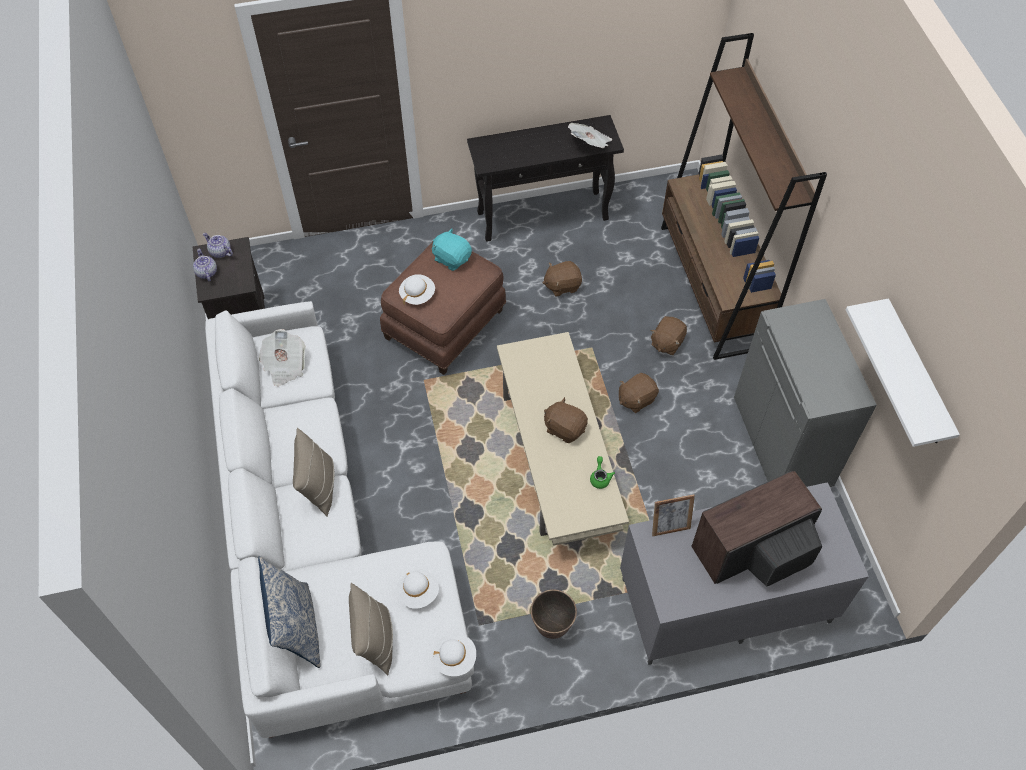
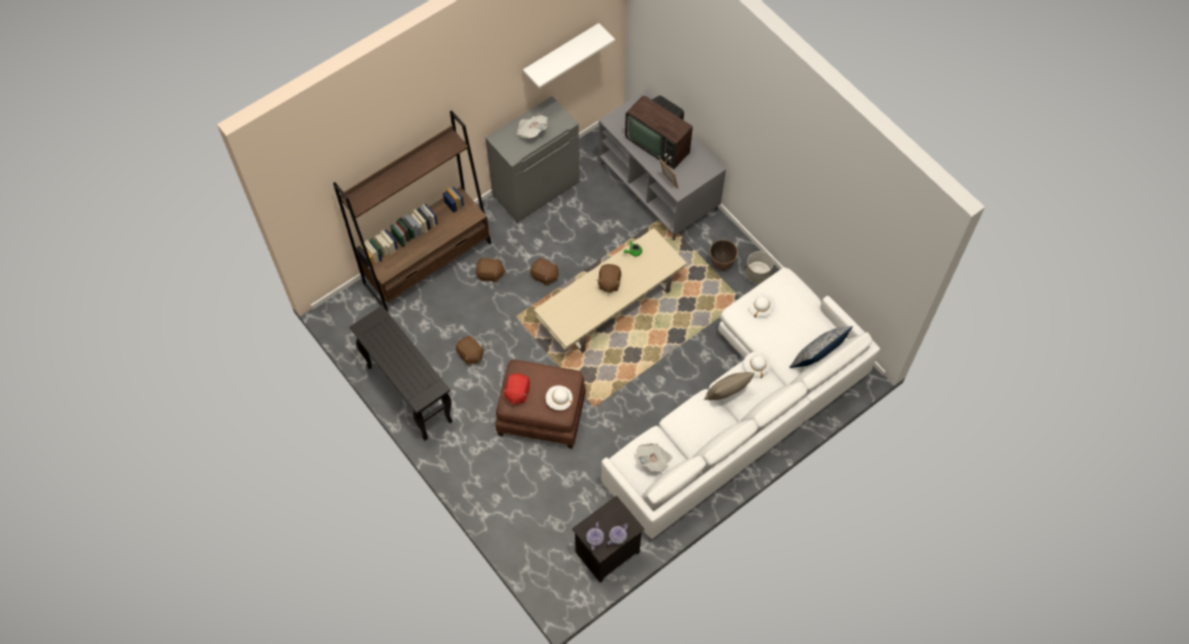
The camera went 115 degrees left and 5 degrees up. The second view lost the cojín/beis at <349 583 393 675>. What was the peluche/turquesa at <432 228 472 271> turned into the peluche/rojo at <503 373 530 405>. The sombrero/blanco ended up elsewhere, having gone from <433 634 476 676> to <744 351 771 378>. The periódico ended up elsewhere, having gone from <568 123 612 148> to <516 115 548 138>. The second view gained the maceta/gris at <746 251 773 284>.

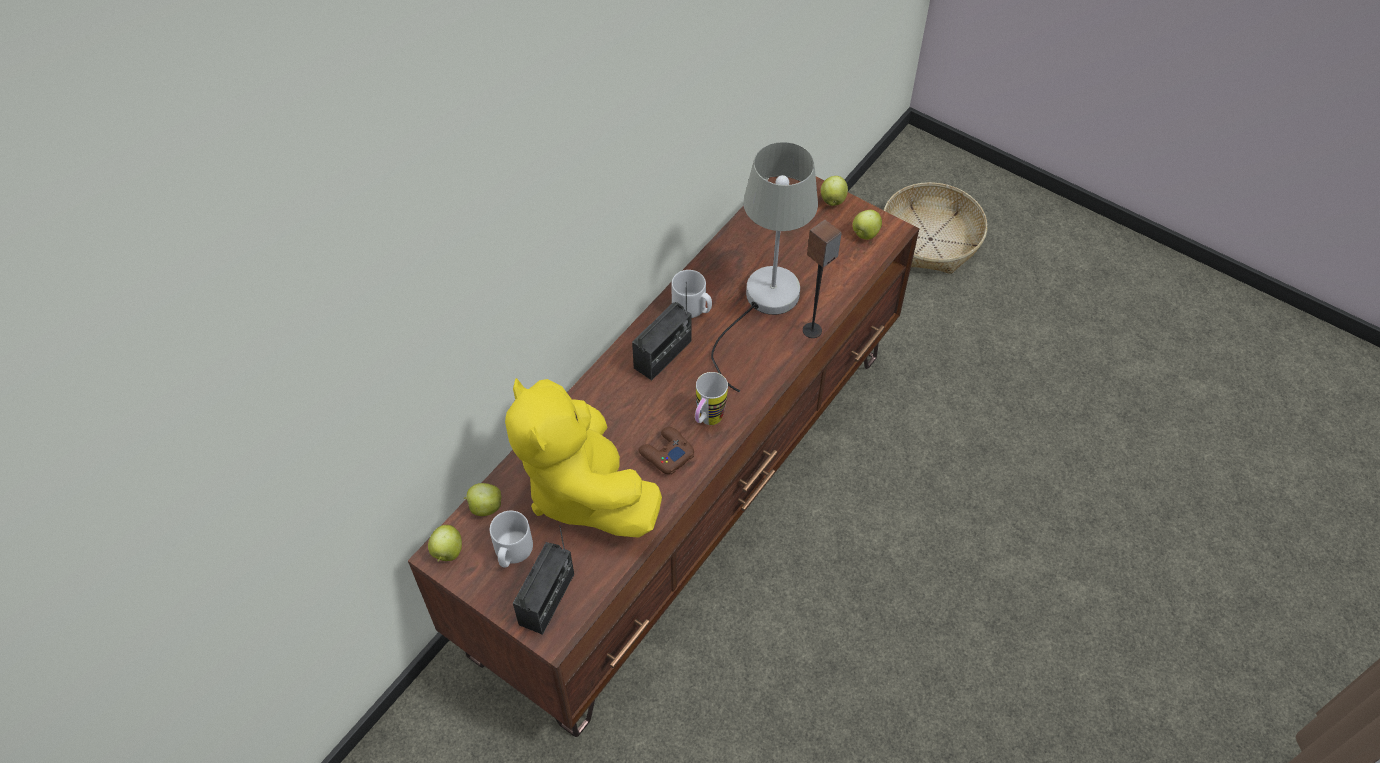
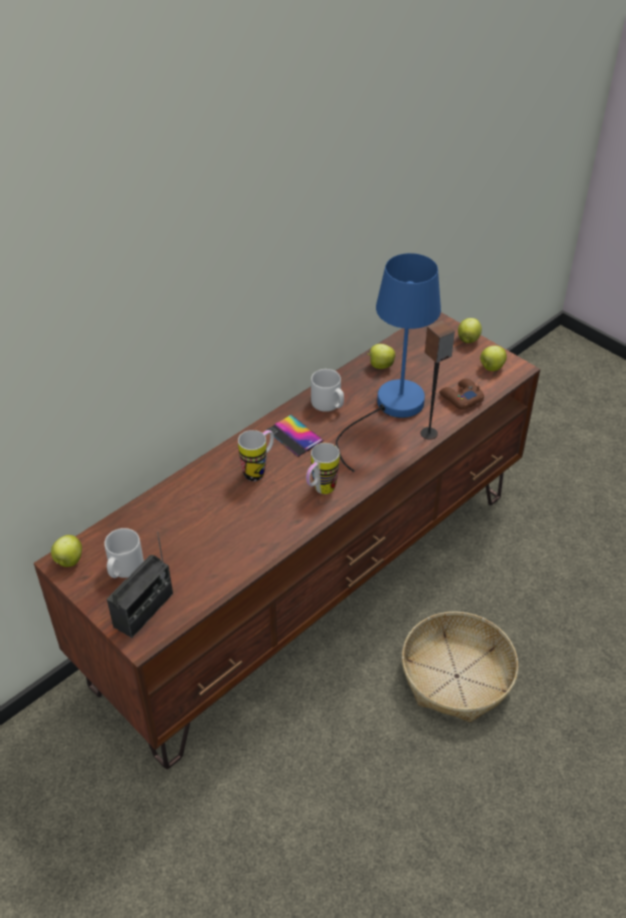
The camera went 10 degrees right and 10 degrees down. The manzana ended up elsewhere, having gone from <464 483 501 516> to <367 344 395 369>. The second view lost the peluche/amarillo at <505 378 662 538>. Where the radio stood at <632 281 692 380>, the móvil came to stand at <267 415 324 457>. The mando de consola/marrón ended up elsewhere, having gone from <639 427 694 474> to <439 379 484 410>. What was the lámpara de mesa/gris at <711 142 818 392> turned into the lámpara de mesa/azul at <336 253 441 472>. The cesta ended up elsewhere, having gone from <884 182 987 274> to <402 611 519 722>. The second view gained the taza grande at <238 430 274 481>.

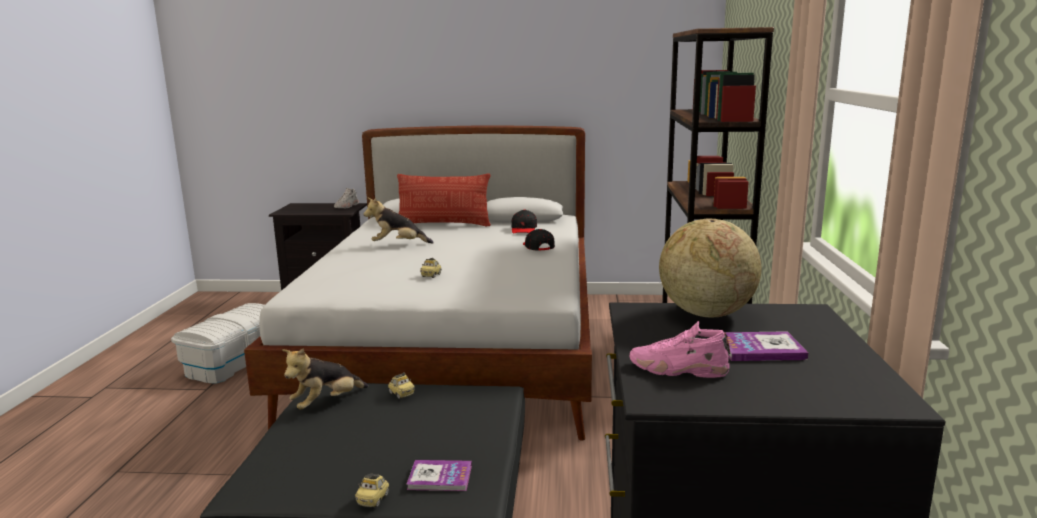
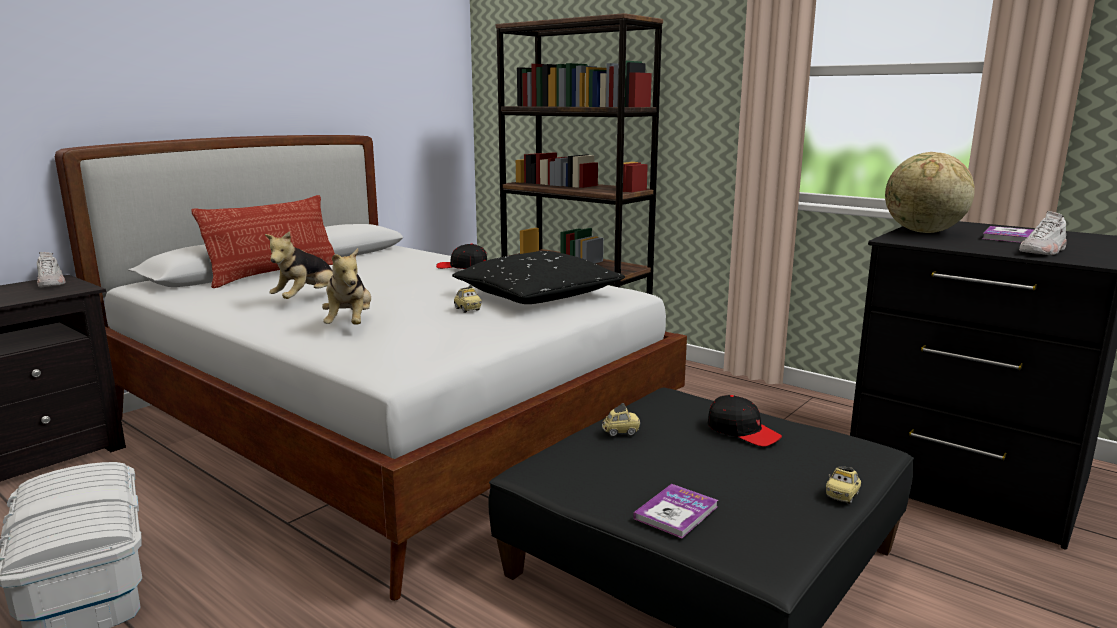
The camera went 55 degrees left and 0 degrees up. The peluche ended up elsewhere, having gone from <282 348 368 410> to <322 248 371 325>. The coche de juguete at <355 474 389 507> ended up facing another way, 75 degrees clockwise from before. The libro ended up elsewhere, having gone from <406 460 472 491> to <633 484 718 538>. The gorra/negro ended up elsewhere, having gone from <511 209 537 233> to <708 395 782 447>. What was the zapato/rosa at <630 321 730 378> turned into the zapato/blanco at <1019 211 1067 255>. The second view gained the cojín/negro at <452 251 625 304>.

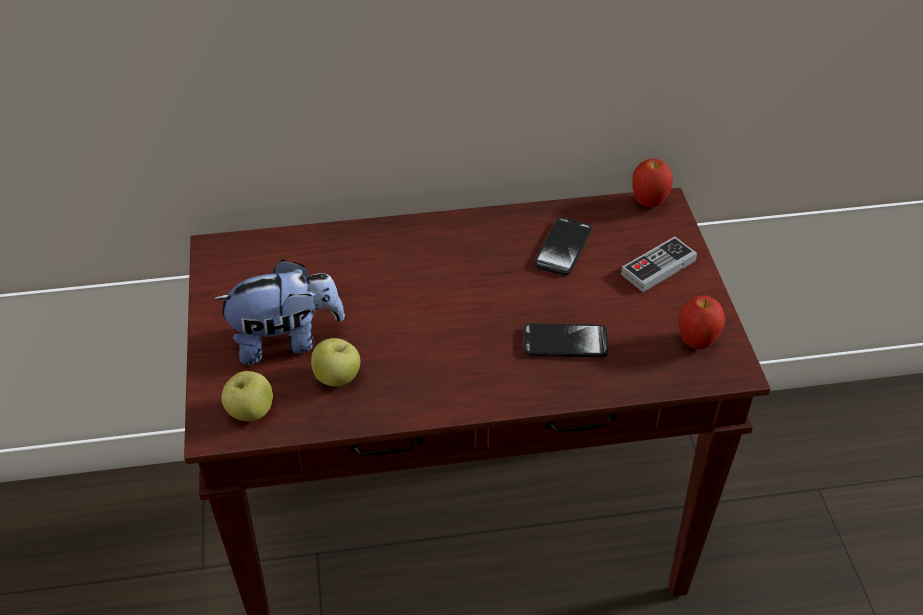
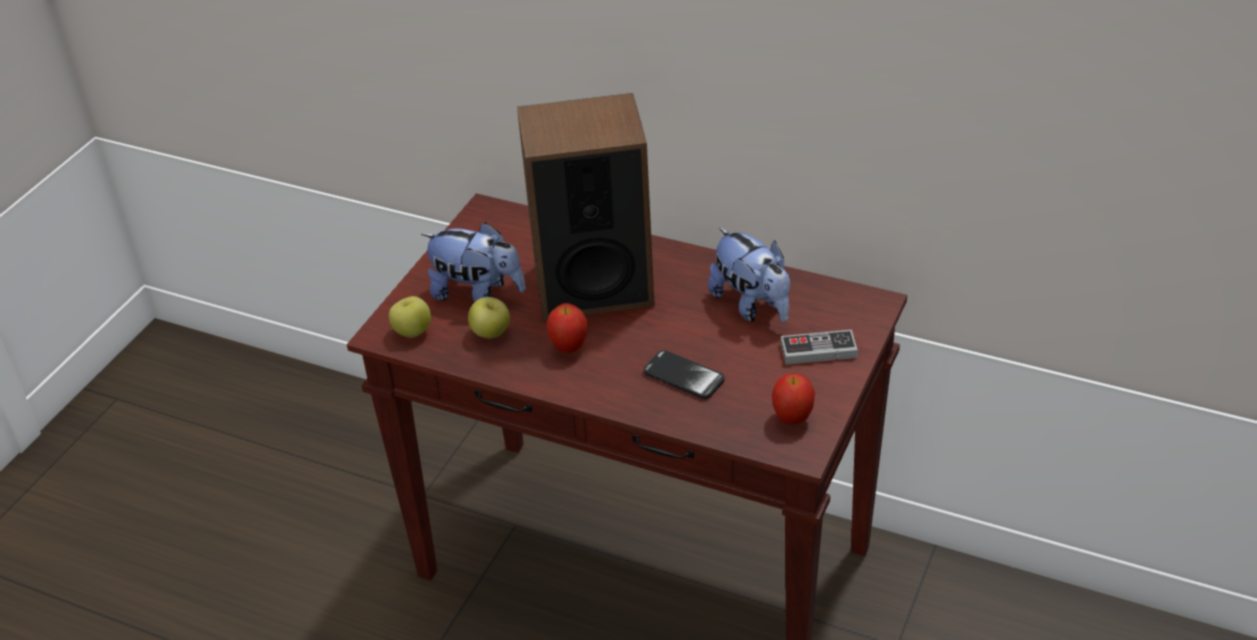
The camera went 35 degrees right and 5 degrees down. Where the móvil stood at <534 217 592 276>, the peluche came to stand at <708 228 790 322>. The manzana ended up elsewhere, having gone from <632 159 673 207> to <547 303 587 353>. The second view gained the altavoz at <517 93 655 320>.

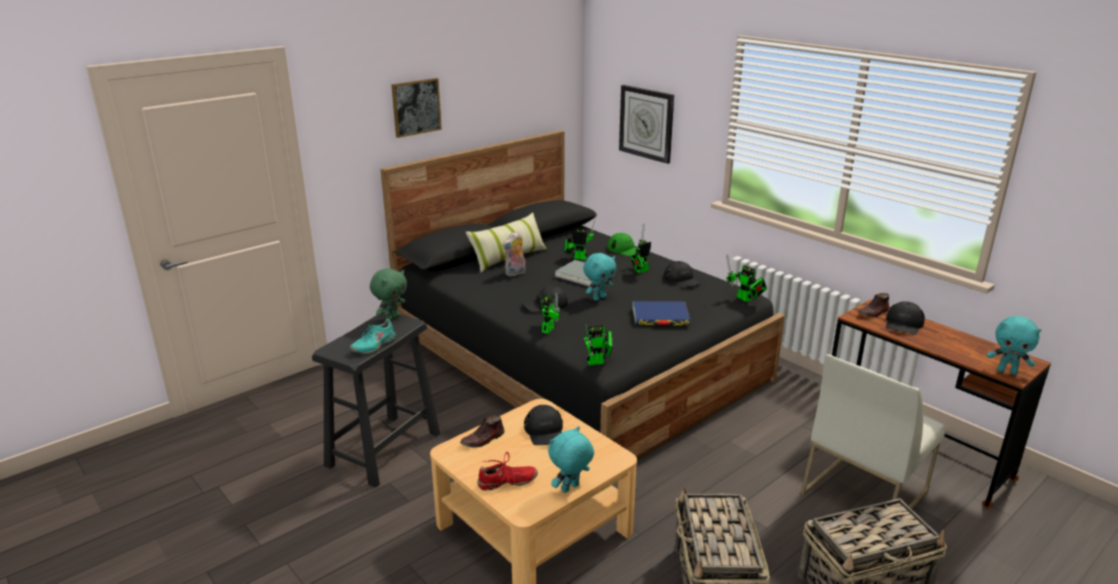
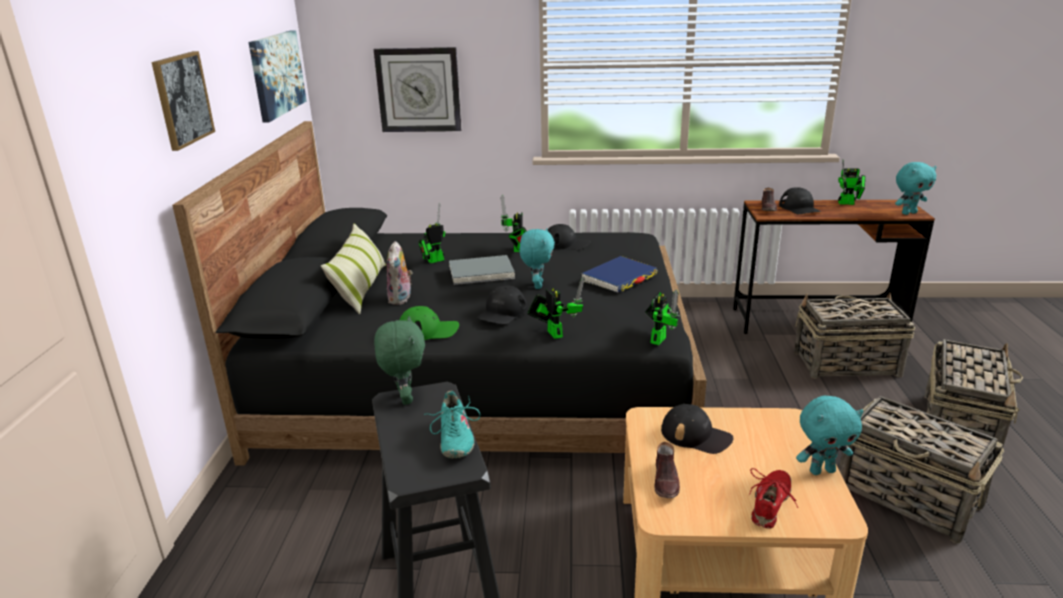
The camera went 45 degrees left and 0 degrees up. The peluche/turquesa at <548 426 594 493> ended up facing another way, 105 degrees counterclockwise from before. The gorra/verde ended up elsewhere, having gone from <608 233 637 256> to <400 306 459 340>. The robot de juguete ended up elsewhere, having gone from <726 255 767 302> to <838 160 866 205>. Where the silla/blanco stood at <801 354 945 509>, the cesta came to stand at <794 292 916 379>. The second view gained the cuadro at <248 30 307 123>.

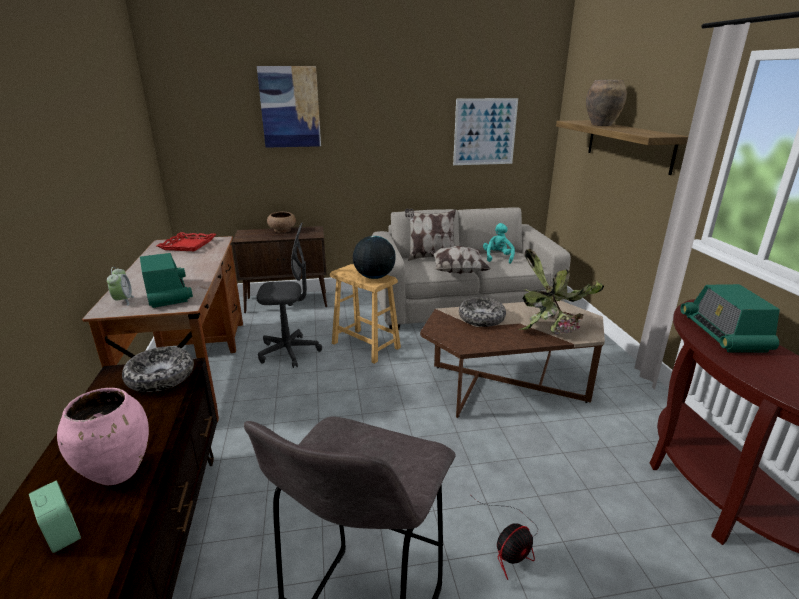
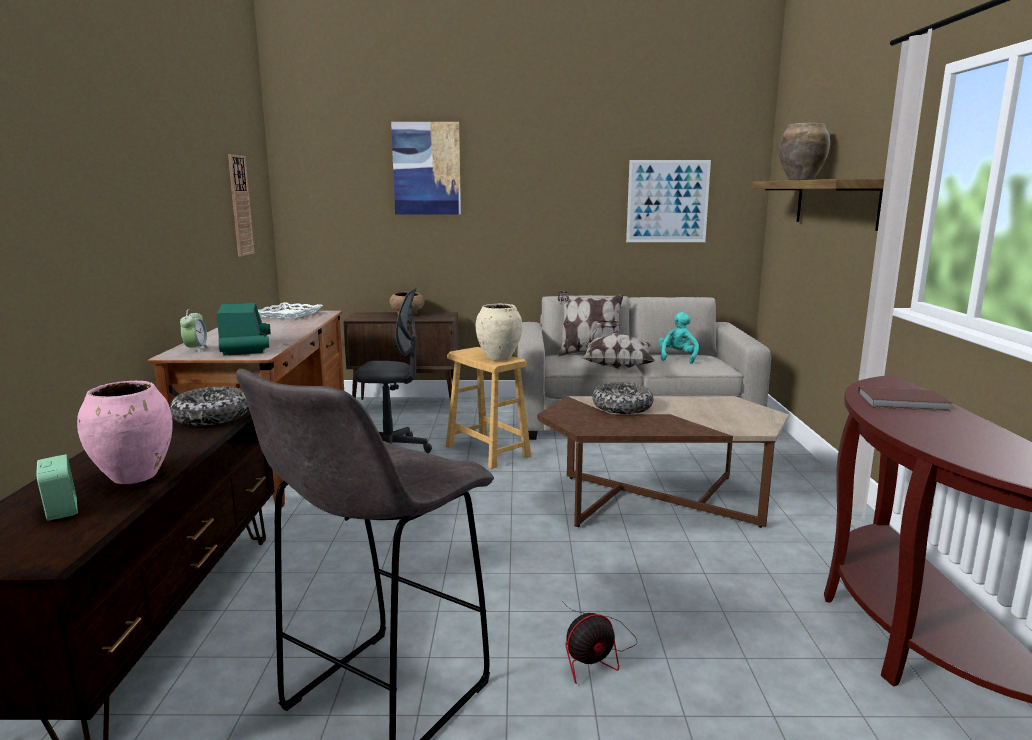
The camera went 10 degrees right and 10 degrees down. What was the bandeja/rojo at <156 232 216 251> turned into the bandeja/blanco at <258 303 323 320>. Where the globo terráqueo stood at <353 236 396 279>, the florero/beis came to stand at <476 304 522 361>. The second view lost the planta en maceta at <518 249 604 335>. Where the radio stood at <681 284 780 353>, the libro/marrón came to stand at <858 387 952 411>. The second view gained the reloj de pared at <228 154 255 257>.

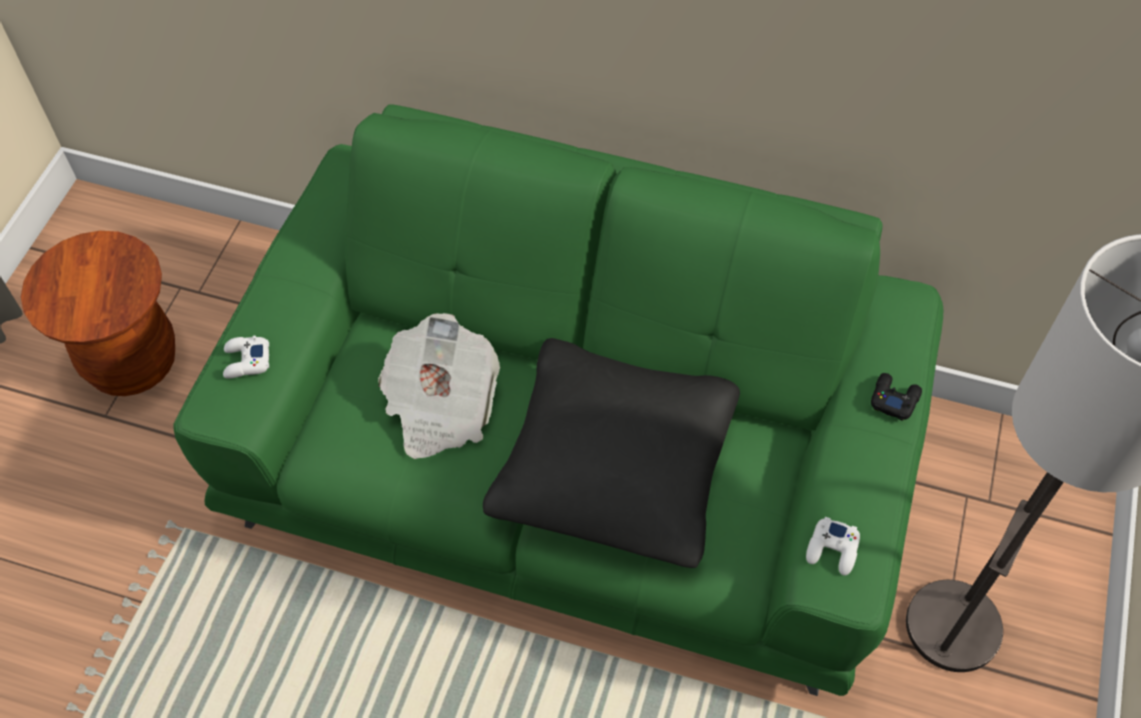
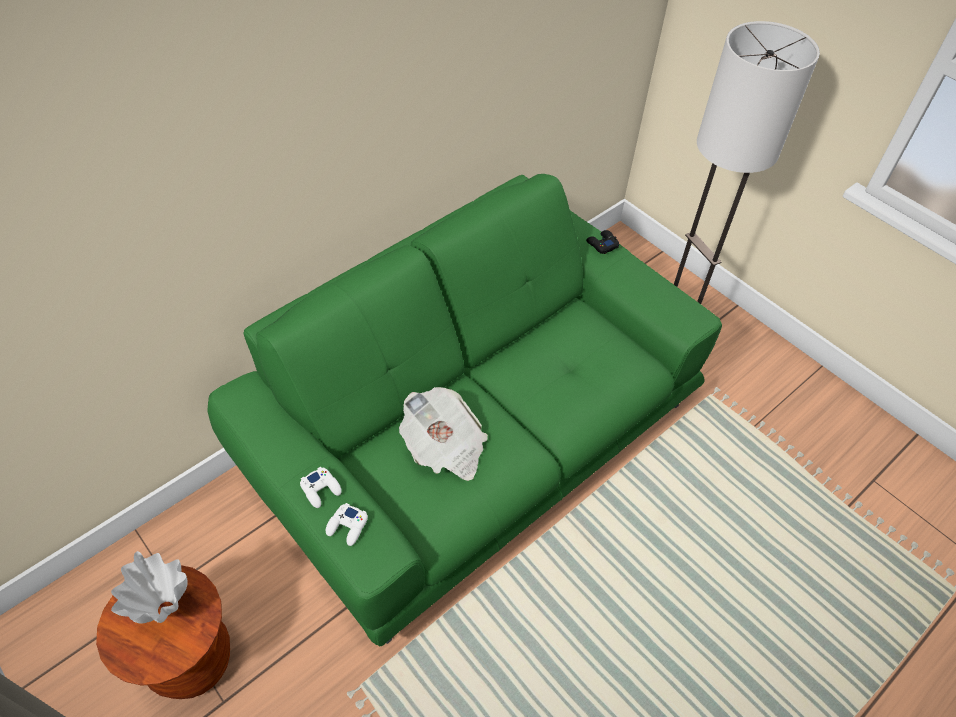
The camera went 60 degrees left and 5 degrees down. The second view lost the cojín/negro at <483 338 740 568>. The mando de consola/blanco ended up elsewhere, having gone from <806 517 860 576> to <300 467 342 508>. The second view gained the florero/blanco at <111 551 188 623>.

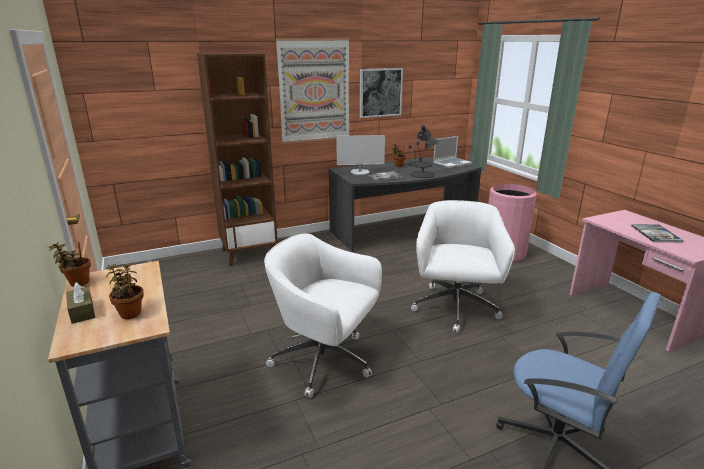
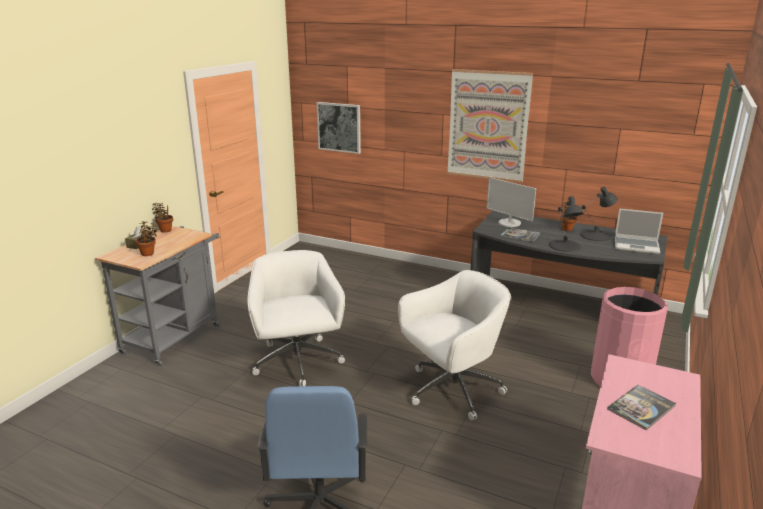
The camera went 50 degrees right and 0 degrees up. The second view lost the estantería/marrón at <197 52 278 266>. The cuadro ended up elsewhere, having gone from <360 68 403 118> to <316 102 361 154>.

